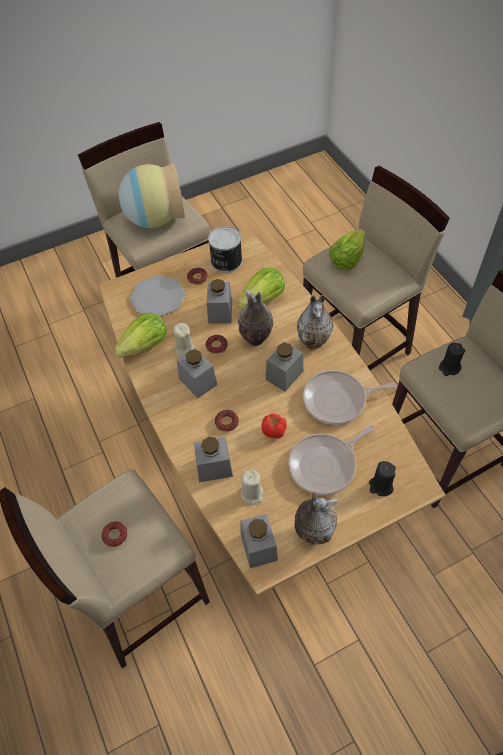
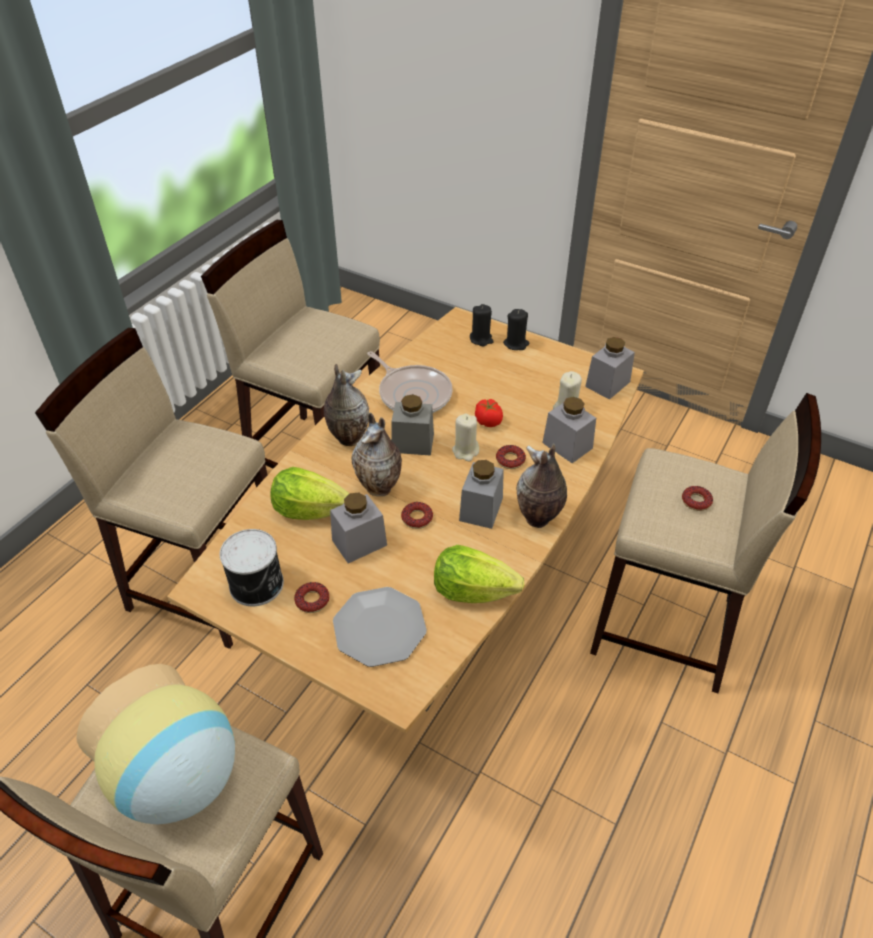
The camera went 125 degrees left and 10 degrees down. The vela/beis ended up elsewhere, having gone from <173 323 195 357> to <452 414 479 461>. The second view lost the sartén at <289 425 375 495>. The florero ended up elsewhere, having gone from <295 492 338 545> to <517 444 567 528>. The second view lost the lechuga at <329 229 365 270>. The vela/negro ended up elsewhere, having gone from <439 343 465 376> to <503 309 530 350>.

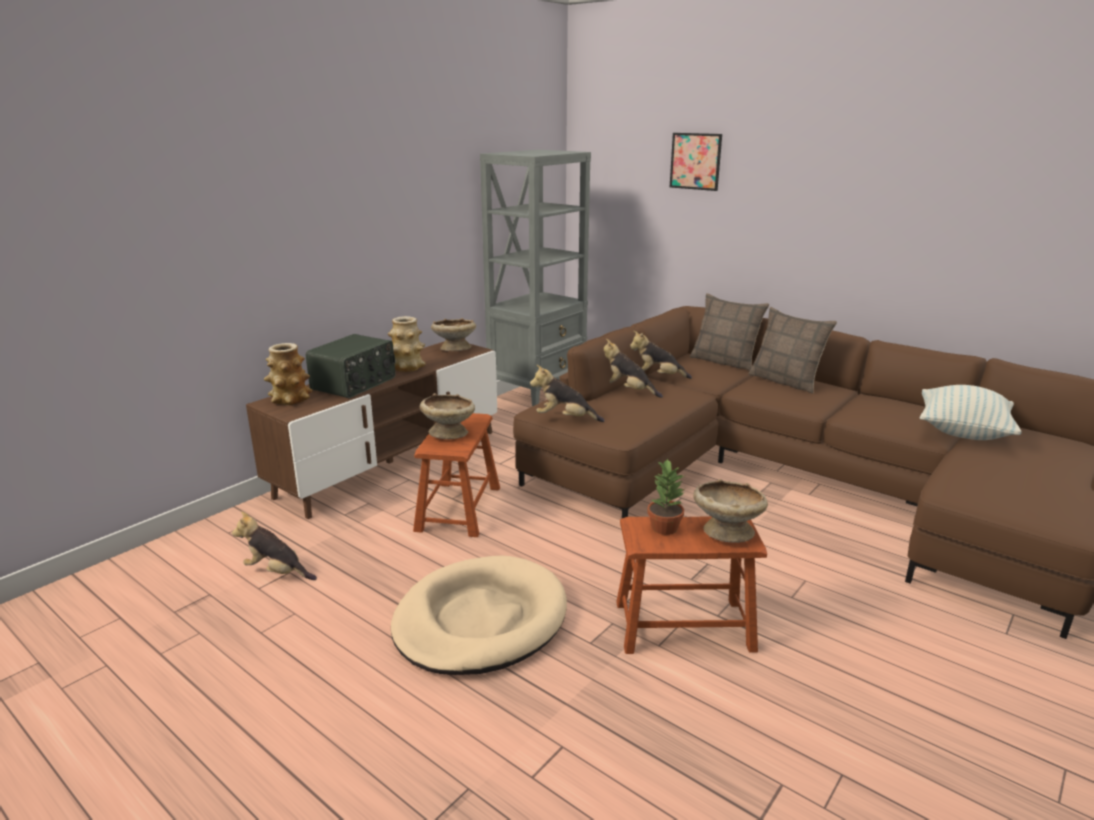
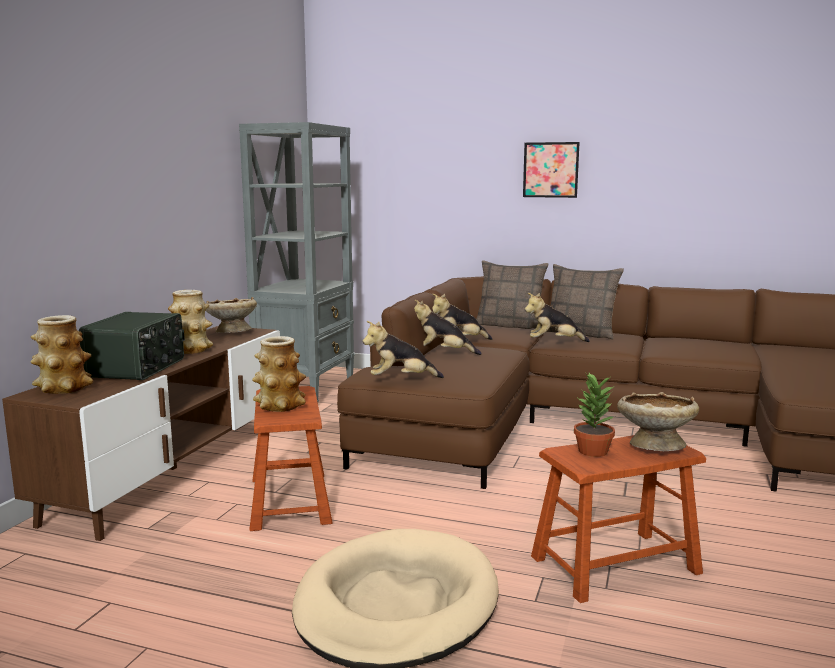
The camera went 20 degrees left and 10 degrees down. The peluche ended up elsewhere, having gone from <232 511 317 580> to <524 293 590 342>. Where the cuenco/beis stood at <420 393 475 439>, the florero came to stand at <252 336 306 412>. The cuadro ended up elsewhere, having gone from <670 133 722 191> to <523 142 580 198>. The second view lost the cojín at <919 385 1021 440>.

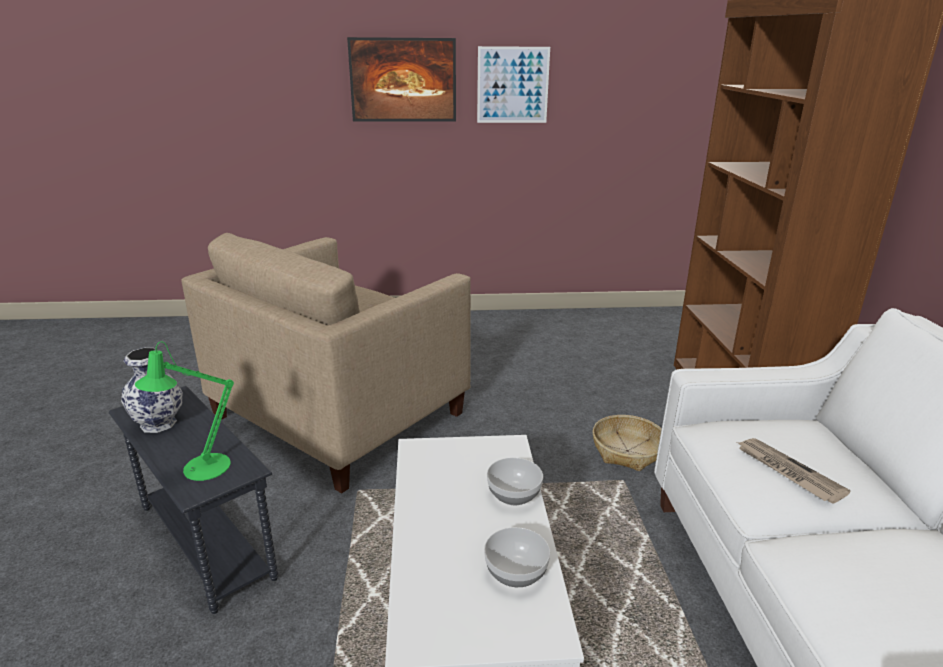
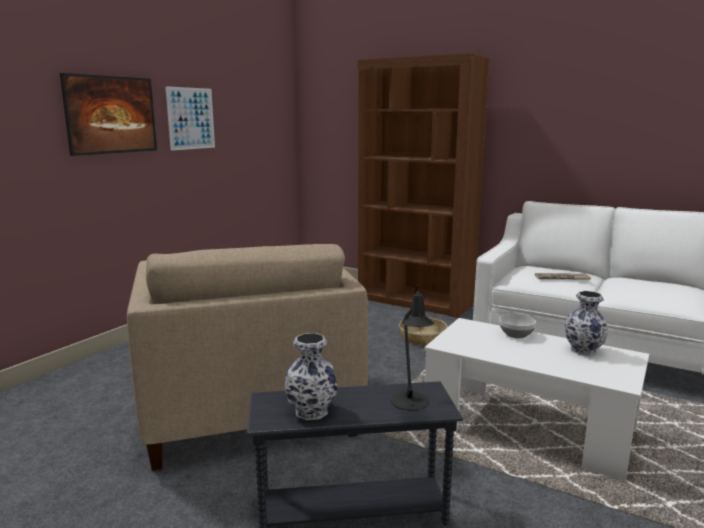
The camera went 55 degrees left and 10 degrees down. What was the lámpara de mesa/verde at <135 341 234 481> turned into the lámpara de mesa/negro at <391 285 435 411>. Where the cuenco stood at <484 527 550 587>, the florero came to stand at <565 291 608 356>.

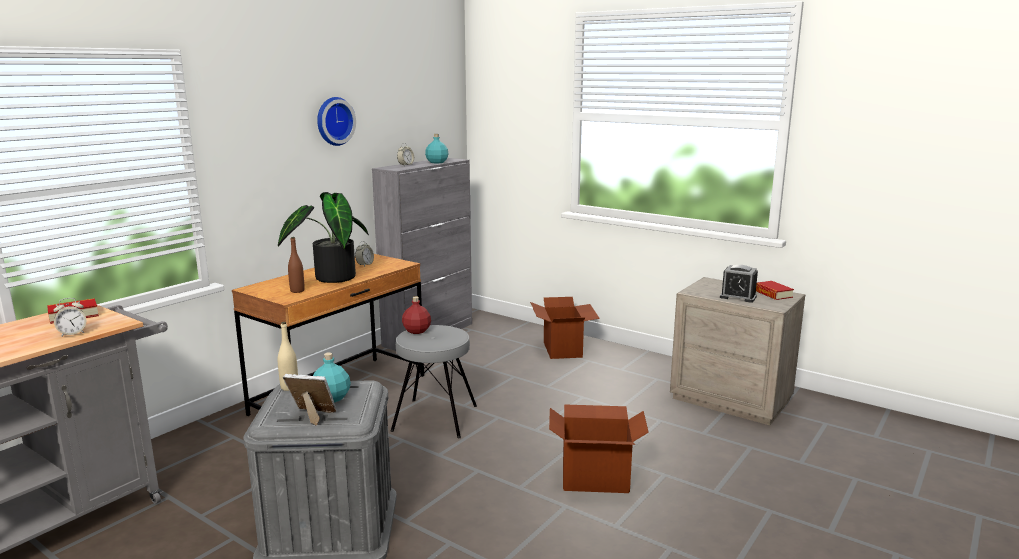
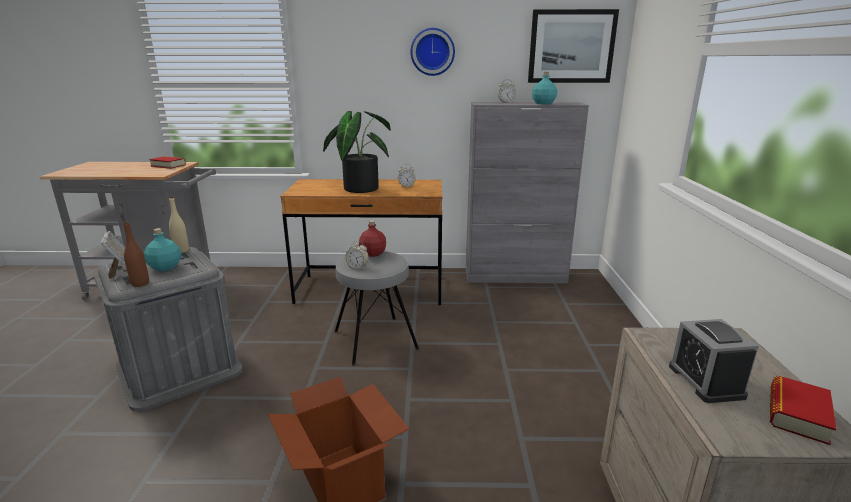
The camera went 55 degrees right and 5 degrees up. The despertador ended up elsewhere, having gone from <53 298 86 337> to <345 241 369 269>. The botella/marrón ended up elsewhere, having gone from <288 237 304 293> to <123 221 149 287>. The second view lost the caja de cartón at <530 297 600 359>. The second view gained the cuadro at <528 9 619 83>.

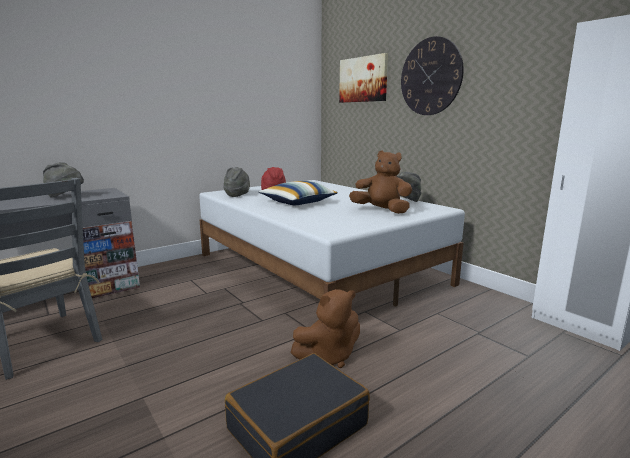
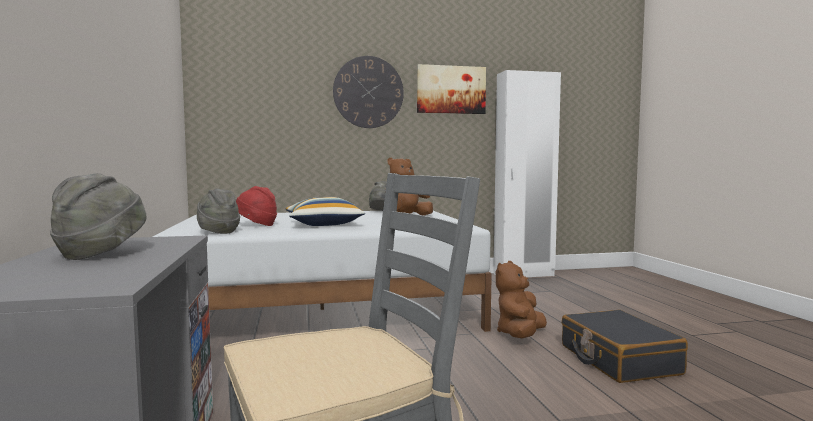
The camera went 65 degrees left and 10 degrees down. The peluche/marrón at <291 289 360 368> ended up facing another way, 150 degrees counterclockwise from before. The cuadro ended up elsewhere, having gone from <339 53 388 103> to <417 64 486 114>.

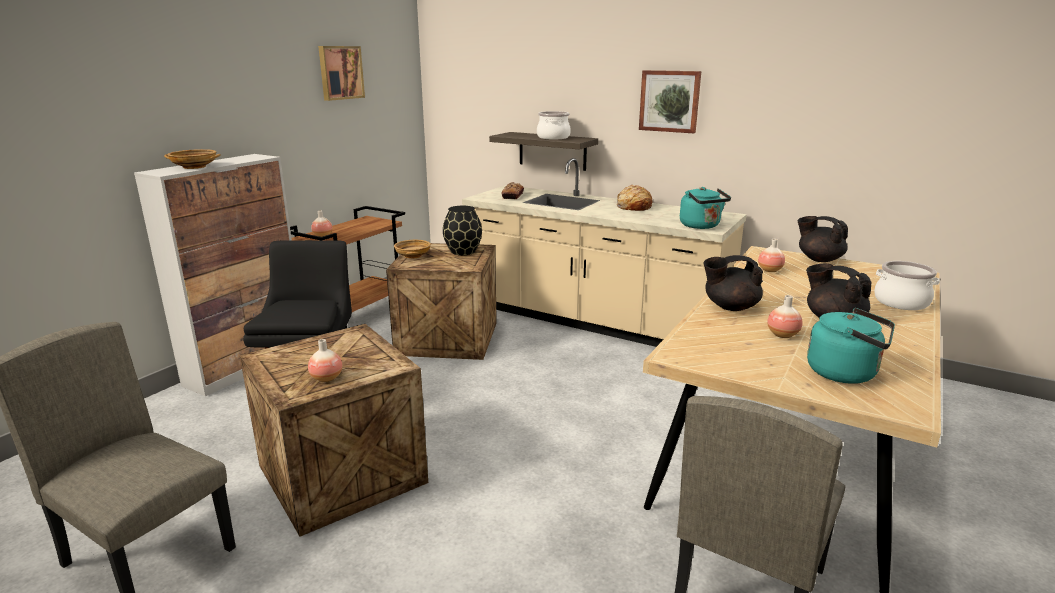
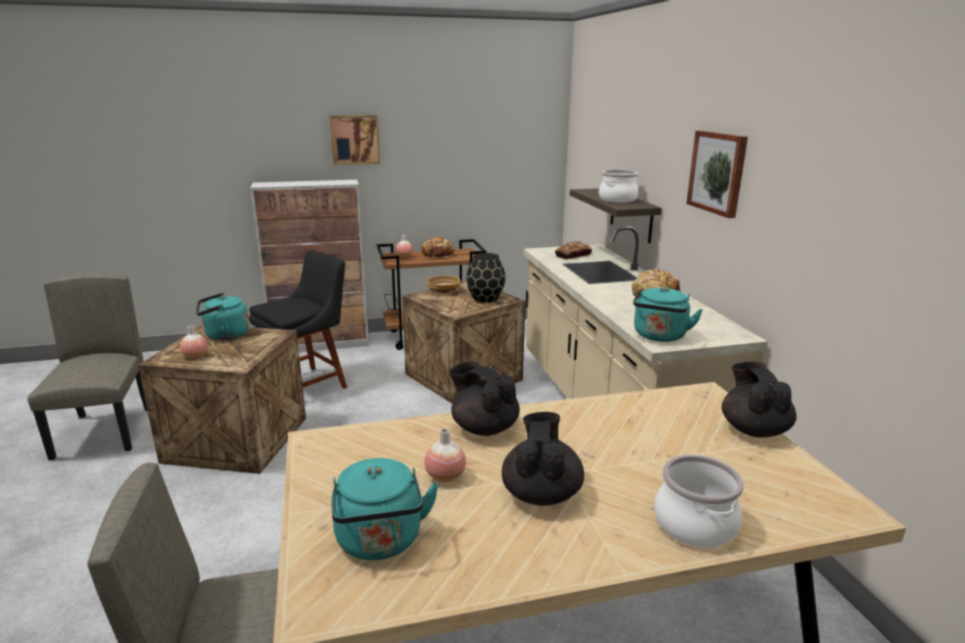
The camera went 45 degrees right and 0 degrees up. The second view lost the cuenco/beis at <164 149 221 169>. The cuadro ended up elsewhere, having gone from <318 46 365 101> to <329 115 380 165>. The second view lost the florero at <758 239 785 272>. The second view gained the hervidor/turquesa at <196 293 249 341>. The second view gained the pan at <421 236 454 258>.

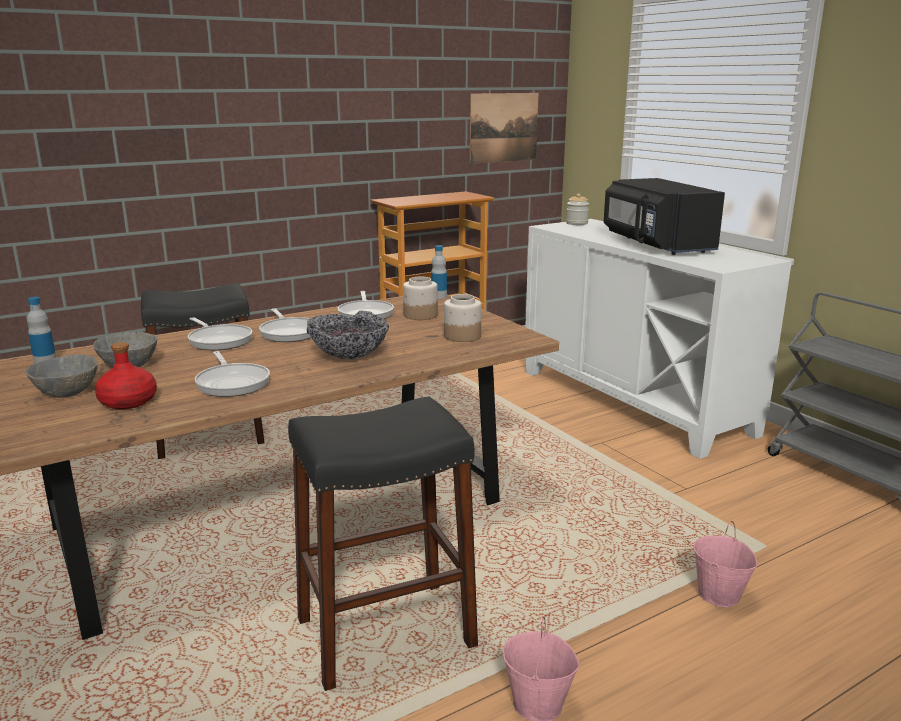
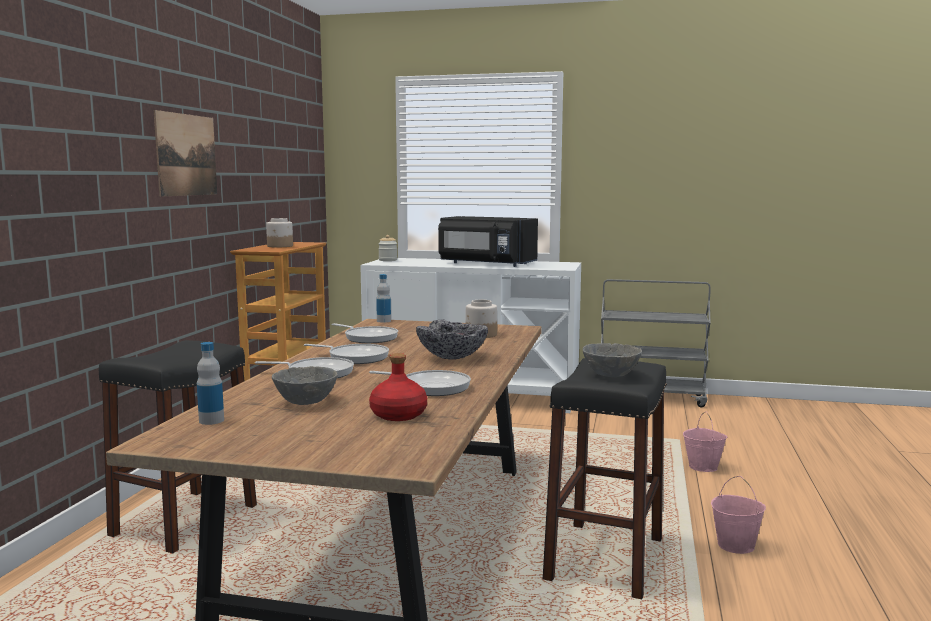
The camera went 45 degrees left and 10 degrees down. The cuenco/gris ended up elsewhere, having gone from <25 354 98 398> to <583 343 642 377>. The tarro ended up elsewhere, having gone from <403 277 438 320> to <266 218 293 247>. The cuadro ended up elsewhere, having gone from <470 93 538 164> to <154 110 217 197>.

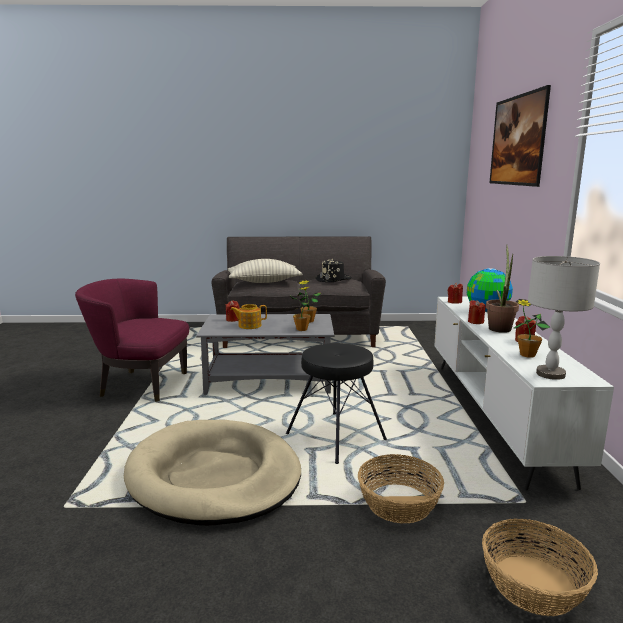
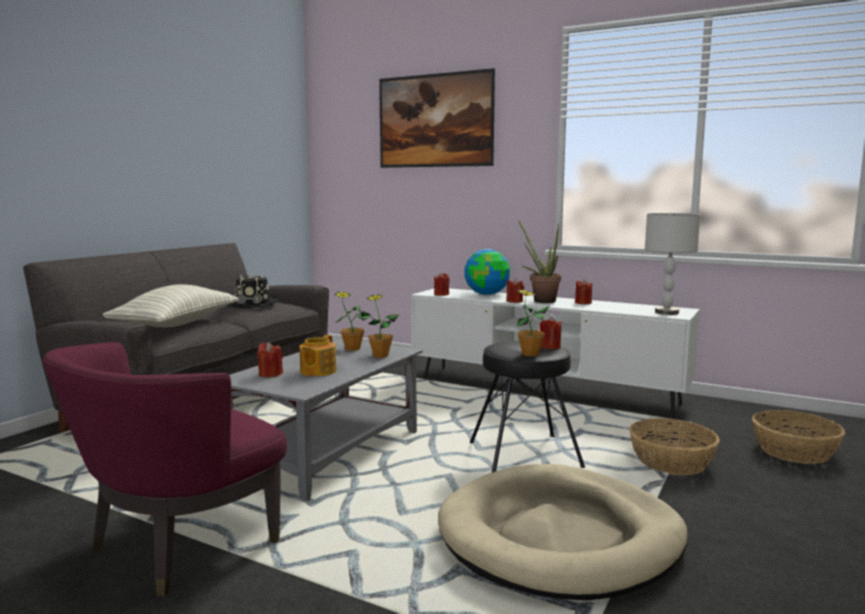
The camera went 60 degrees left and 5 degrees down. The planta en maceta ended up elsewhere, having gone from <514 299 550 358> to <517 290 550 356>. The second view gained the vela/rojo at <539 316 562 349>.

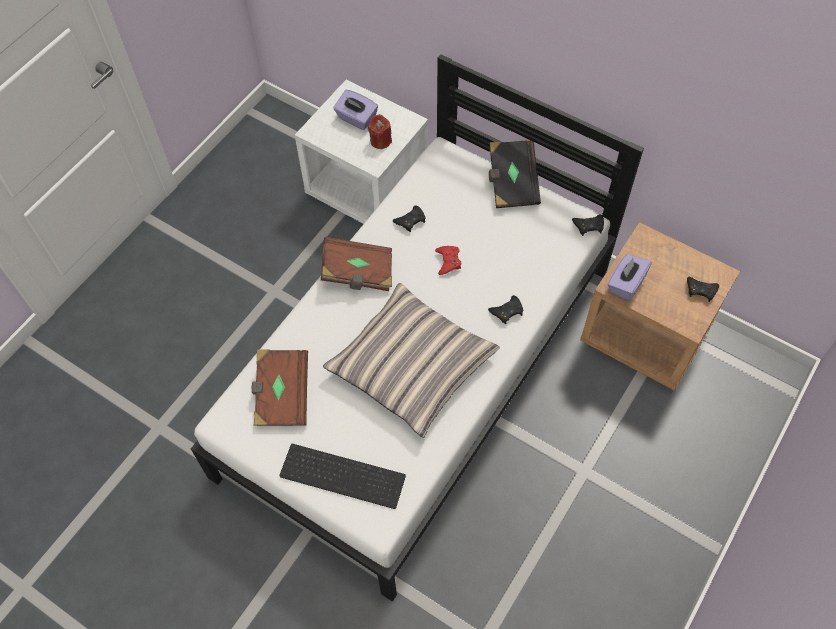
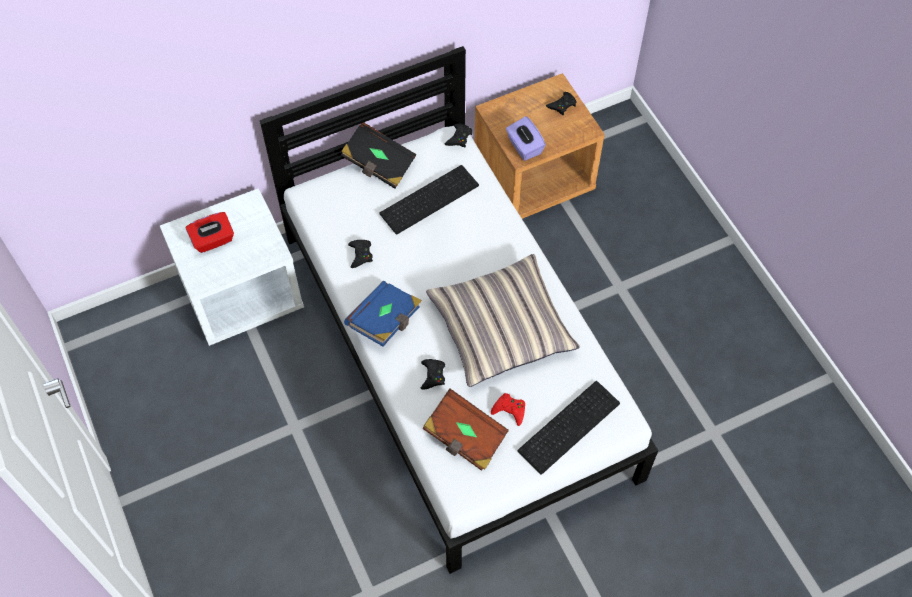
The camera went 60 degrees left and 0 degrees up. What was the libro/marrón at <321 237 392 291> turned into the libro/azul at <344 281 422 346>. What was the caja de pañuelos/morado at <333 90 378 130> turned into the caja de pañuelos/rojo at <186 212 234 253>. The second view lost the vela/rojo at <368 114 392 149>. The mando de consola/rojo ended up elsewhere, having gone from <435 246 461 275> to <491 393 525 426>. The mando de consola/negro ended up elsewhere, having gone from <488 295 523 324> to <421 359 445 390>. The second view gained the teclado at <380 165 479 235>.

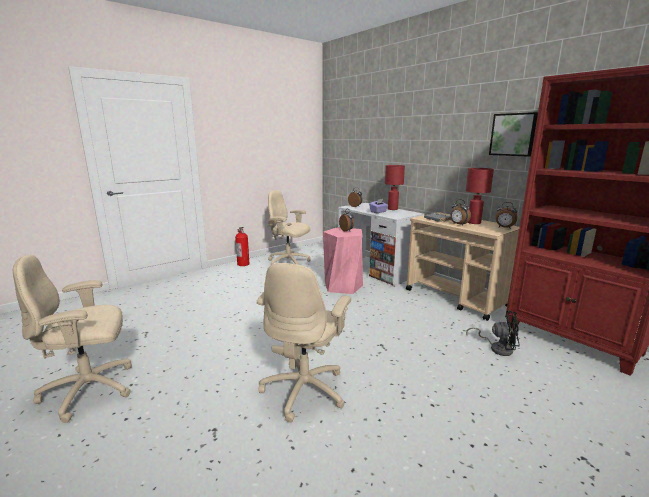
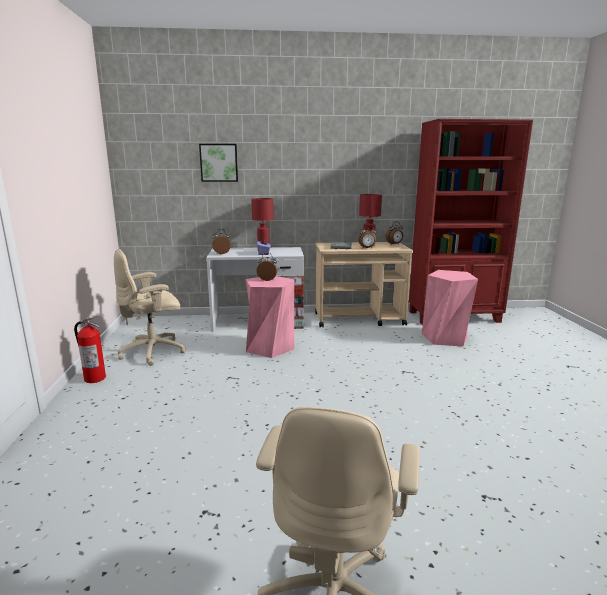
The camera went 55 degrees left and 0 degrees up. The second view lost the silla de oficina/beis at <257 263 351 423>. Where the ventilador/negro stood at <466 310 520 356>, the taburete/rosa came to stand at <422 270 478 346>. The cuadro ended up elsewhere, having gone from <489 112 538 157> to <199 144 238 182>.

